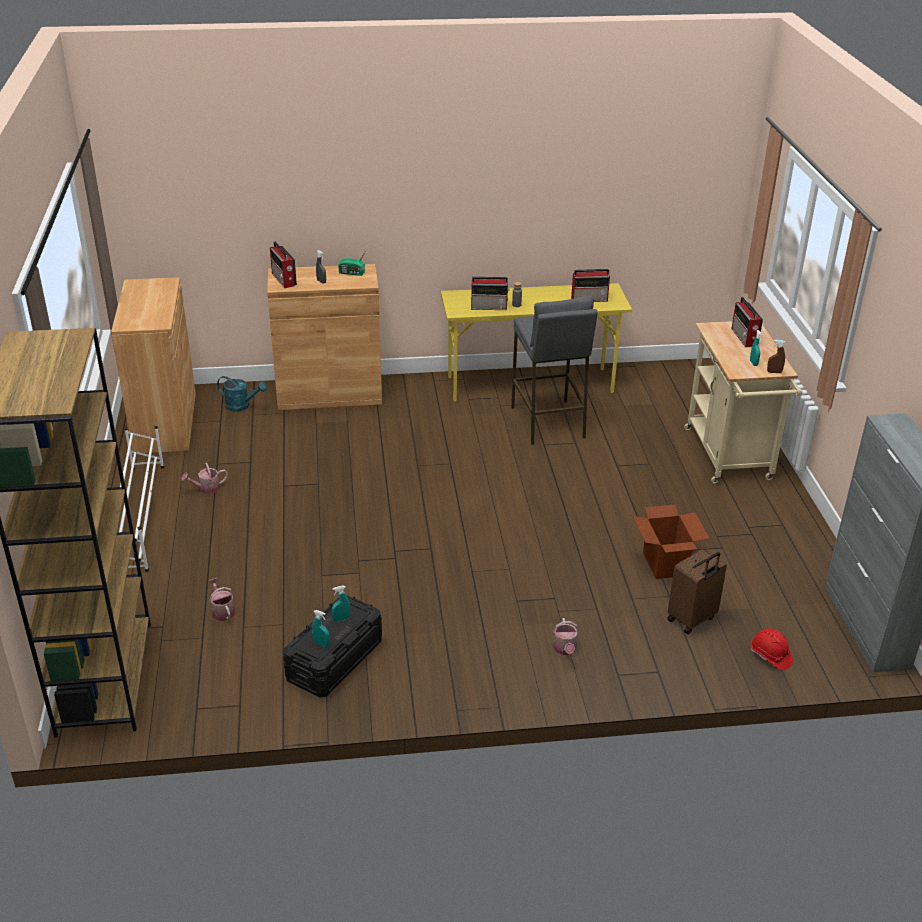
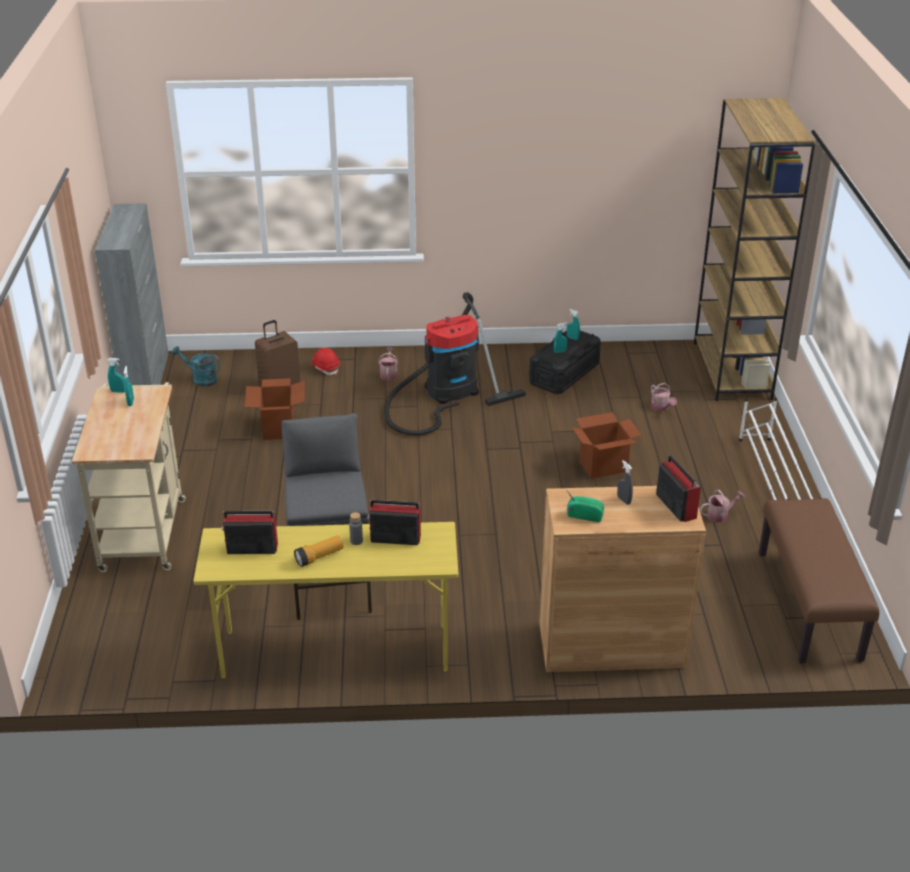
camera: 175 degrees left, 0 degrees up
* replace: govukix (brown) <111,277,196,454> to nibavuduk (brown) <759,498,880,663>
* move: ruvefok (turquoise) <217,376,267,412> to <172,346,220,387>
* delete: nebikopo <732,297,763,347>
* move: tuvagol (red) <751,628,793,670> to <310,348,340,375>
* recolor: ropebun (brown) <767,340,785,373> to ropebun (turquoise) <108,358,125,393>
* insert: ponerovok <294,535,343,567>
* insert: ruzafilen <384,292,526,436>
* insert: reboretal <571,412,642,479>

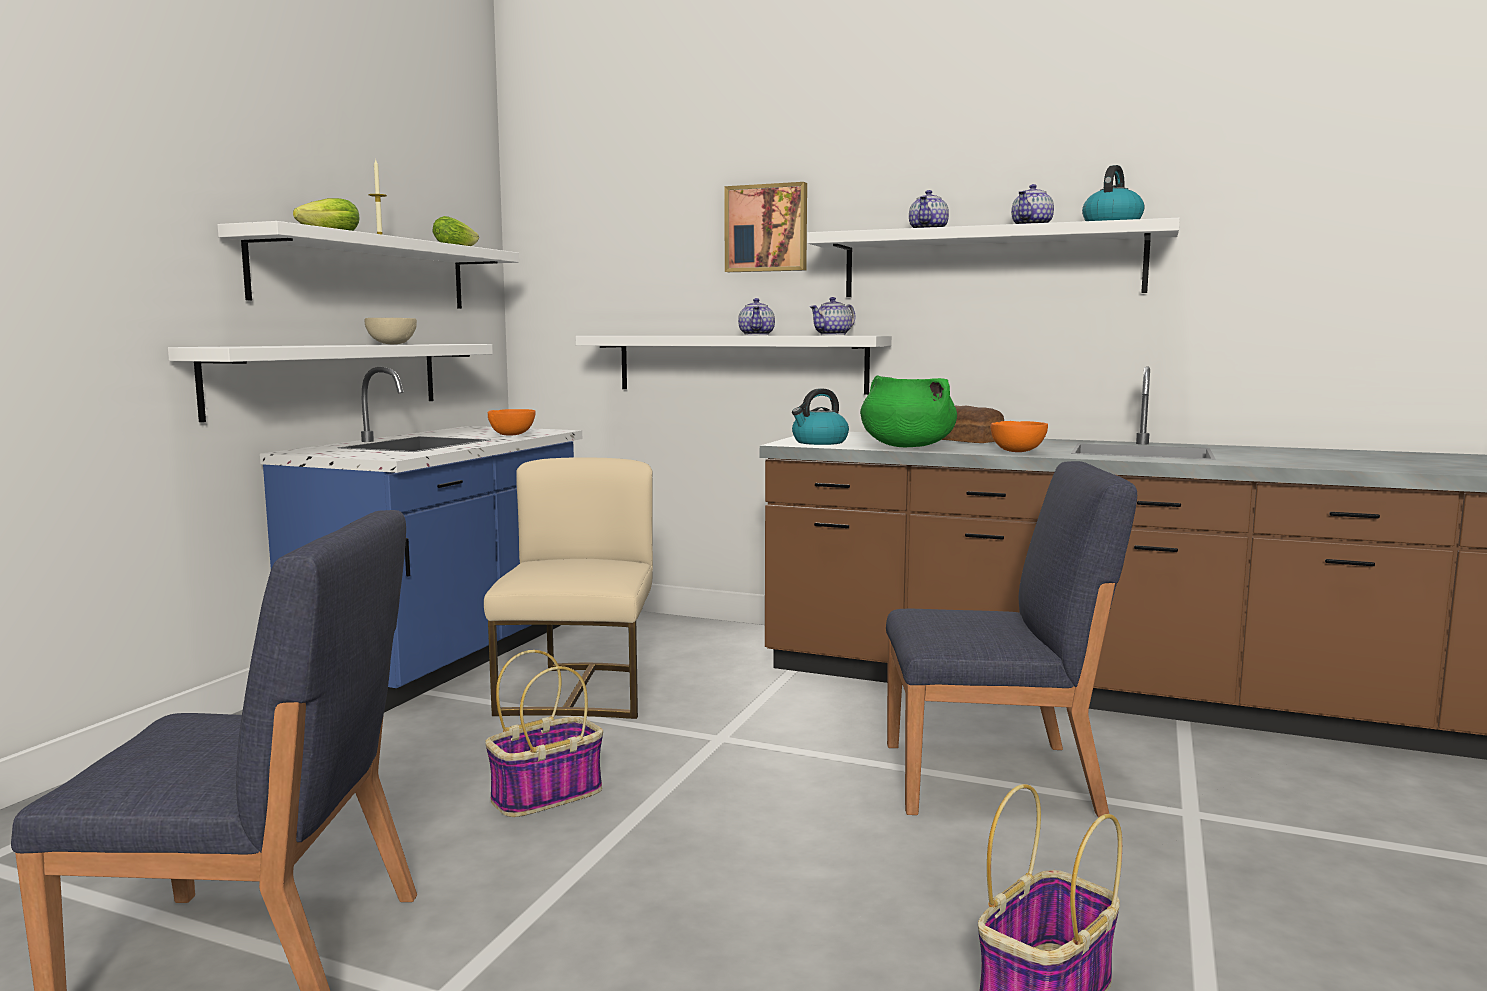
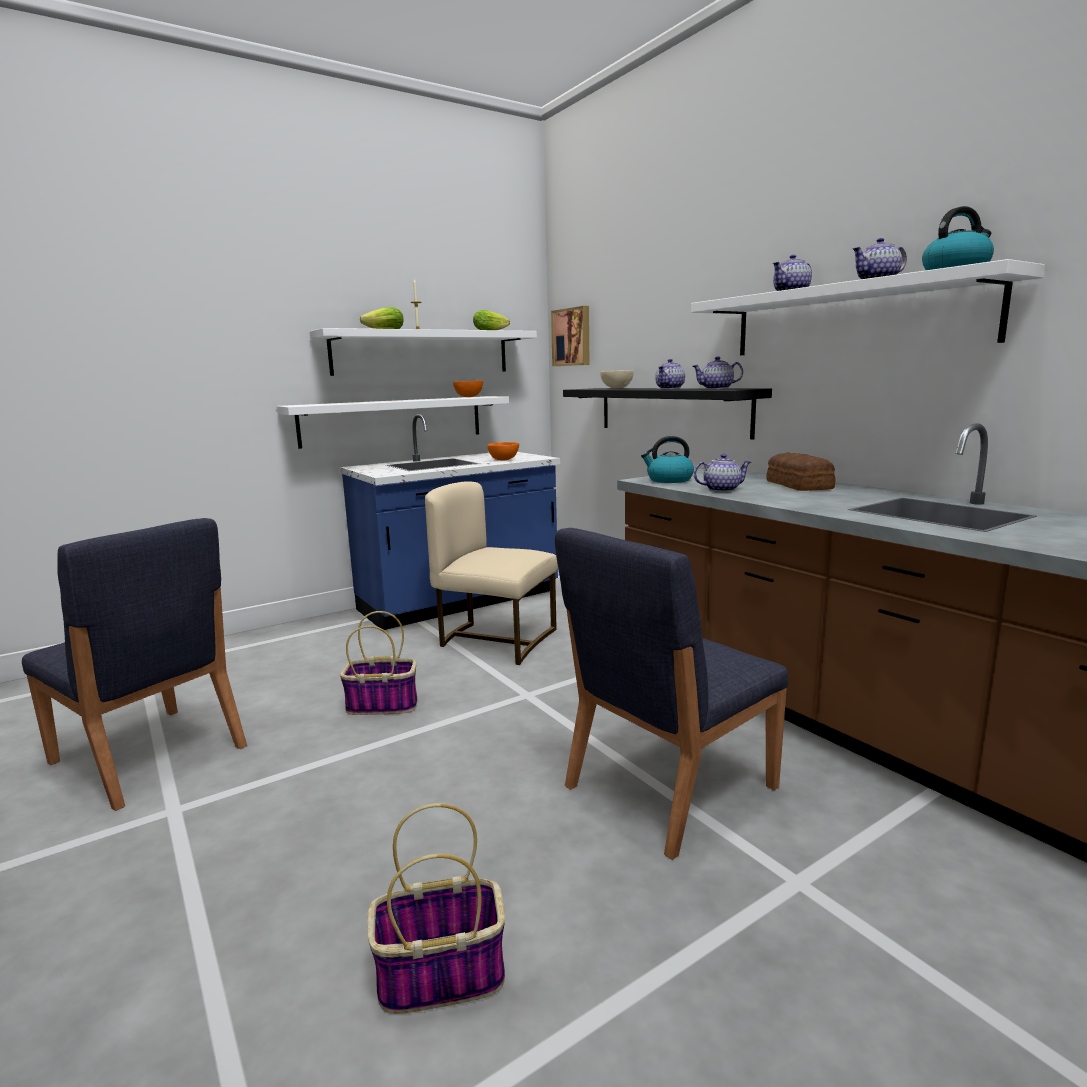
camera: 35 degrees right, 5 degrees up
* move: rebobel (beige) <365,318,417,344> to <600,370,634,389>
* rotate: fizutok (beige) <484,458,653,719> = <425,481,558,665> 105 degrees counterclockwise
* recolor: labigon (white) <576,336,892,395> to labigon (black) <563,388,772,439>
* move: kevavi <724,182,807,272> to <551,306,590,366>
* replace: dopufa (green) <860,375,957,447> to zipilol <694,454,751,492>
* rotate: fizutok (blue) <886,461,1137,818> = <555,528,789,860> 105 degrees clockwise
* move: rebobel (orange) <991,421,1048,452> to <453,380,483,397>

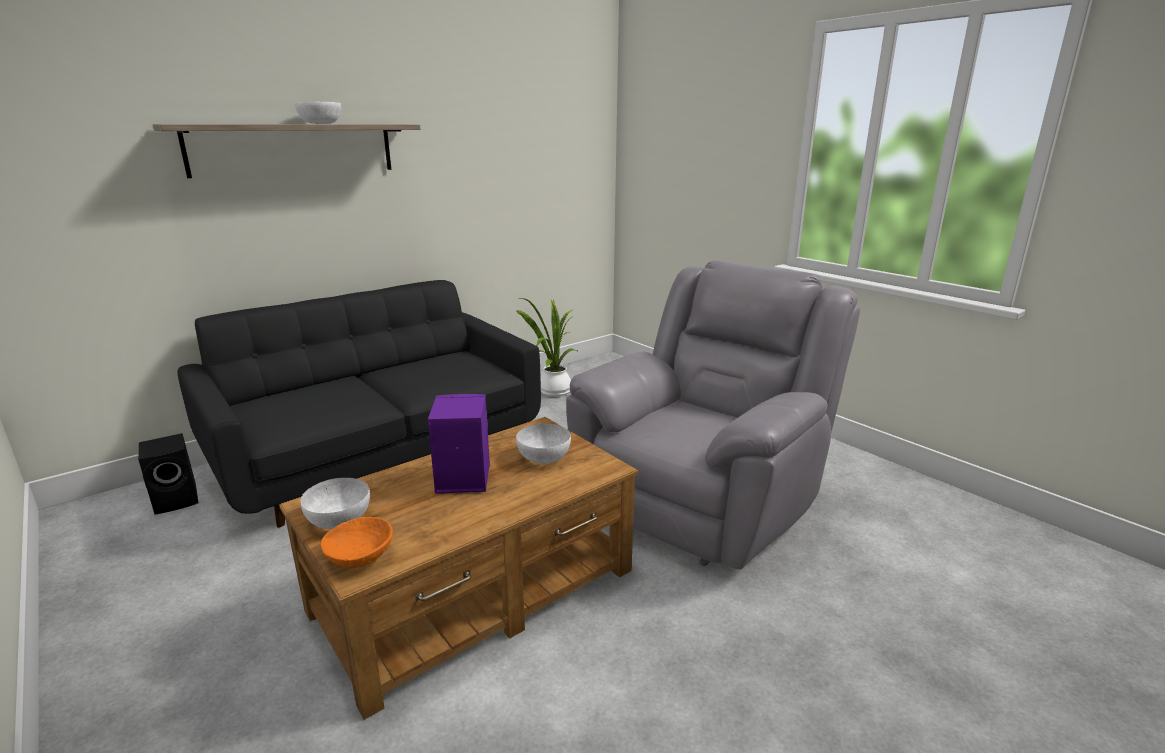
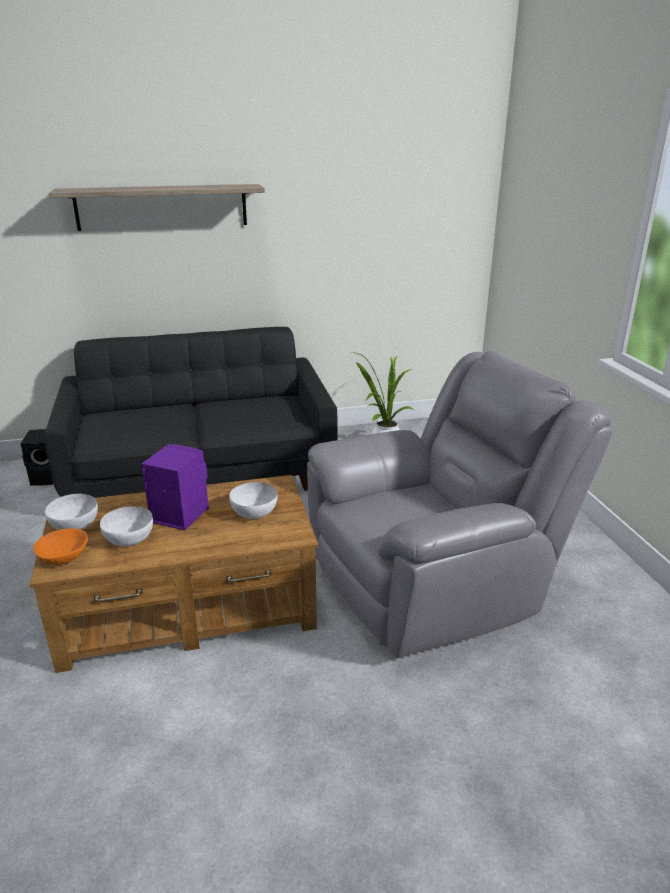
camera: 25 degrees right, 5 degrees up
* move: rebobel (white) <295,102,341,124> to <100,506,153,546>

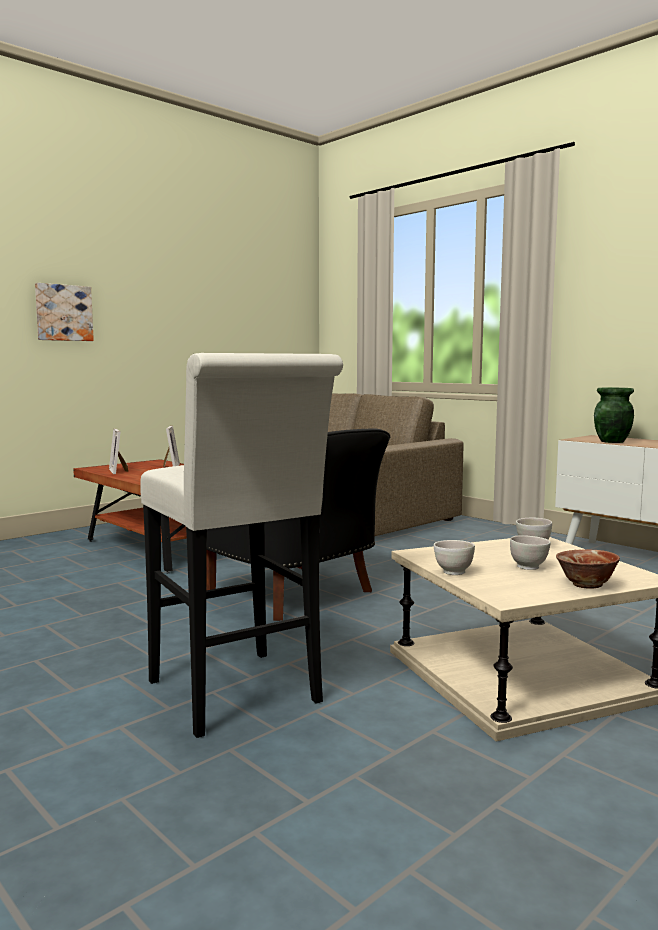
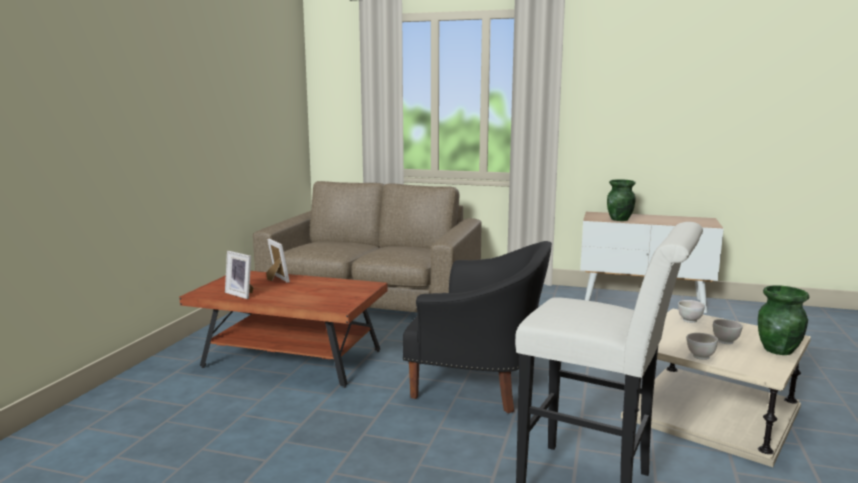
camera: 30 degrees left, 5 degrees up
* delete: kevavi <35,283,94,341>
* replace: rebobel <556,549,620,589> to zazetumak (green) <758,285,809,355>

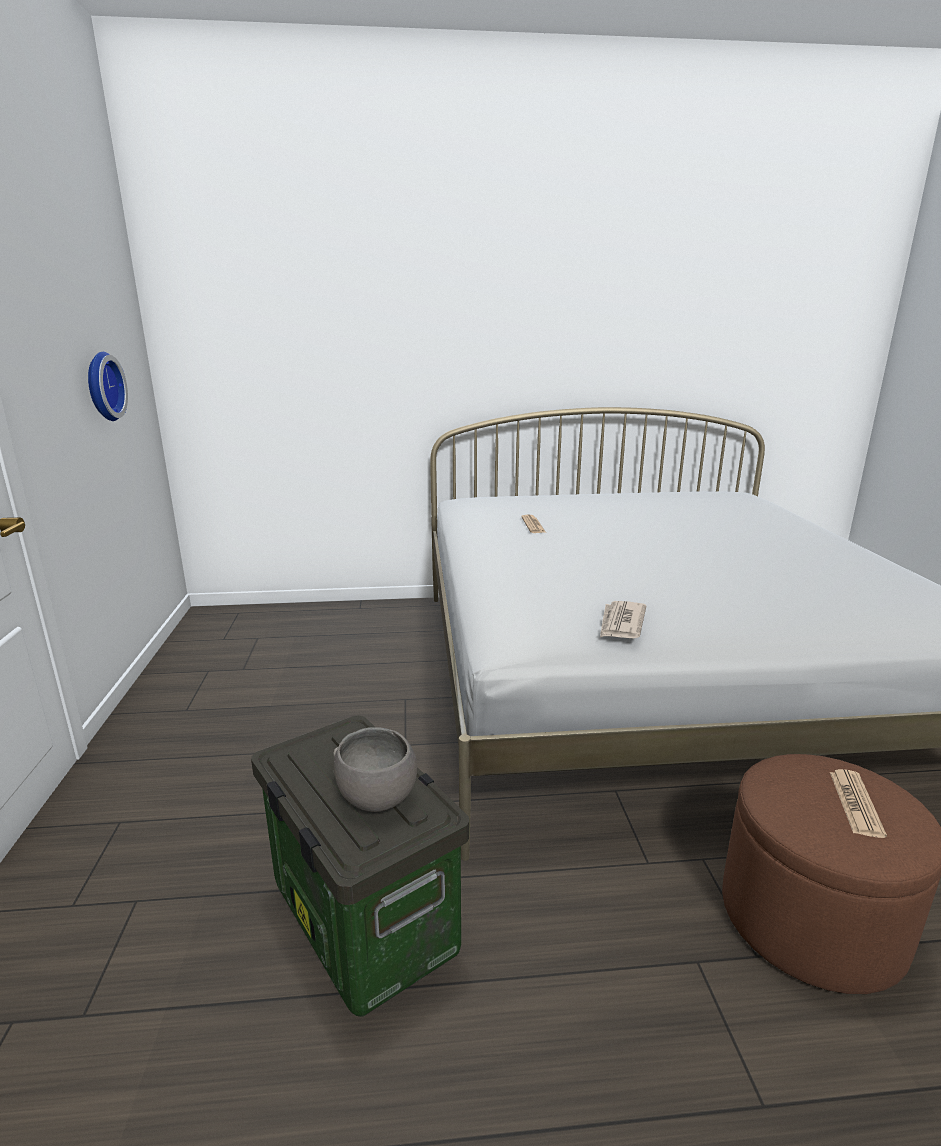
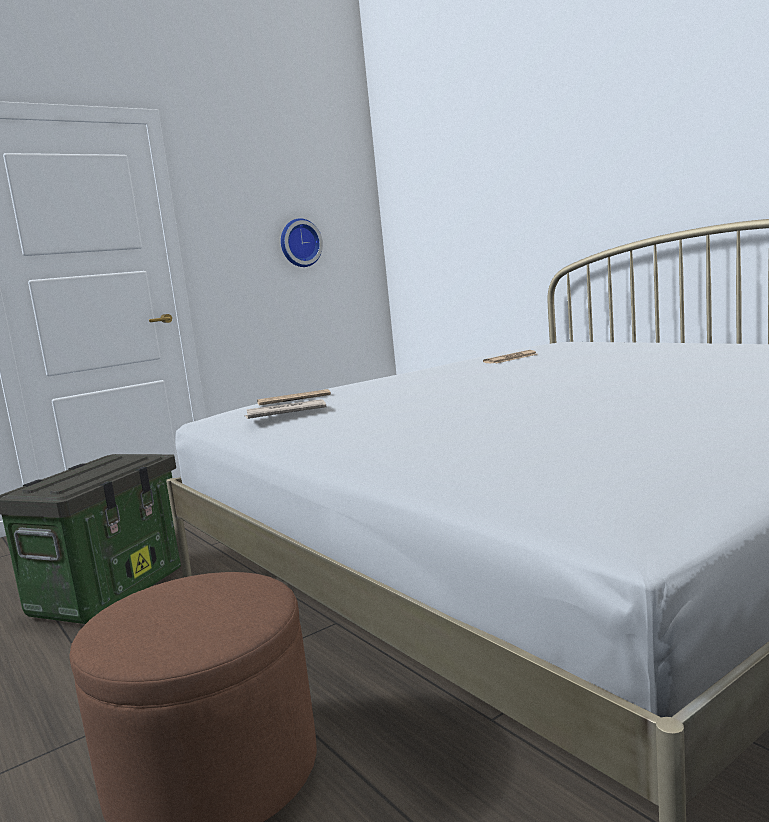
camera: 60 degrees right, 10 degrees down
* delete: rebobel (grey) <333,727,417,812>
* move: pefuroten <830,769,887,838> to <257,389,331,406>

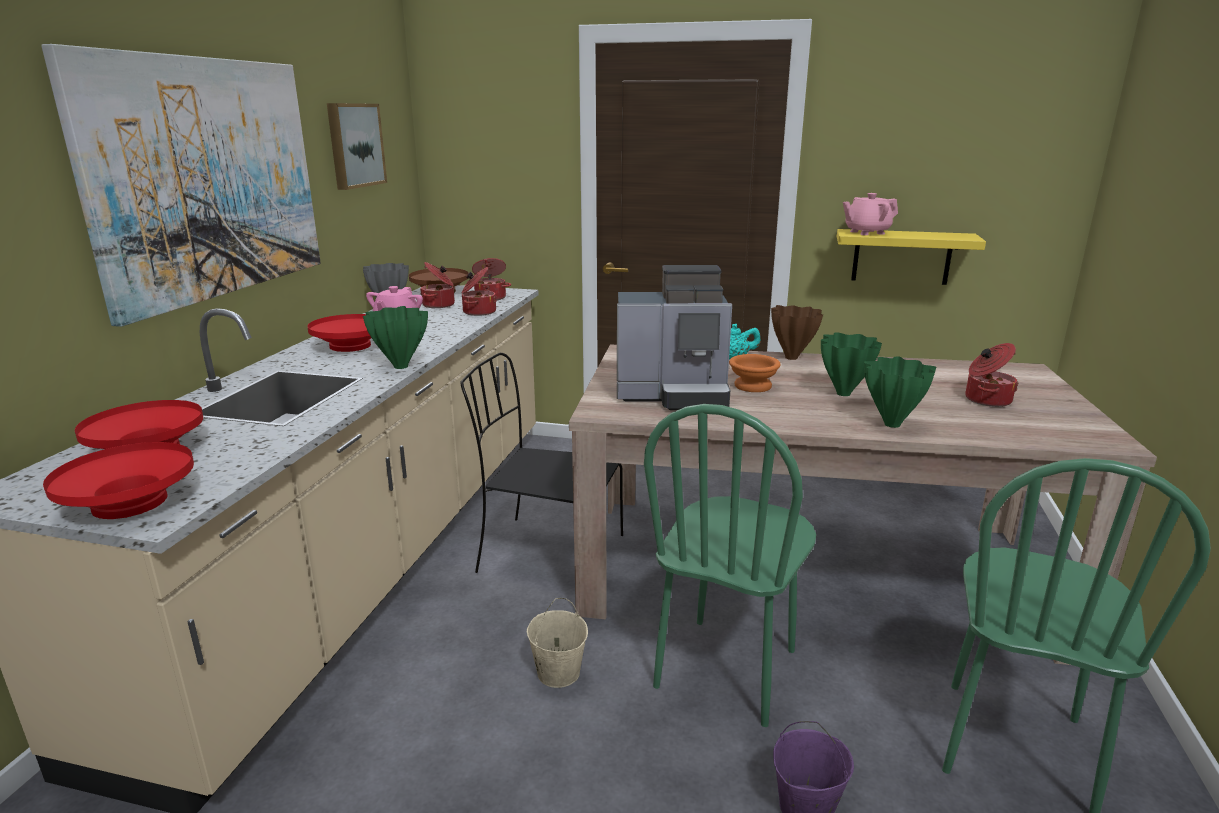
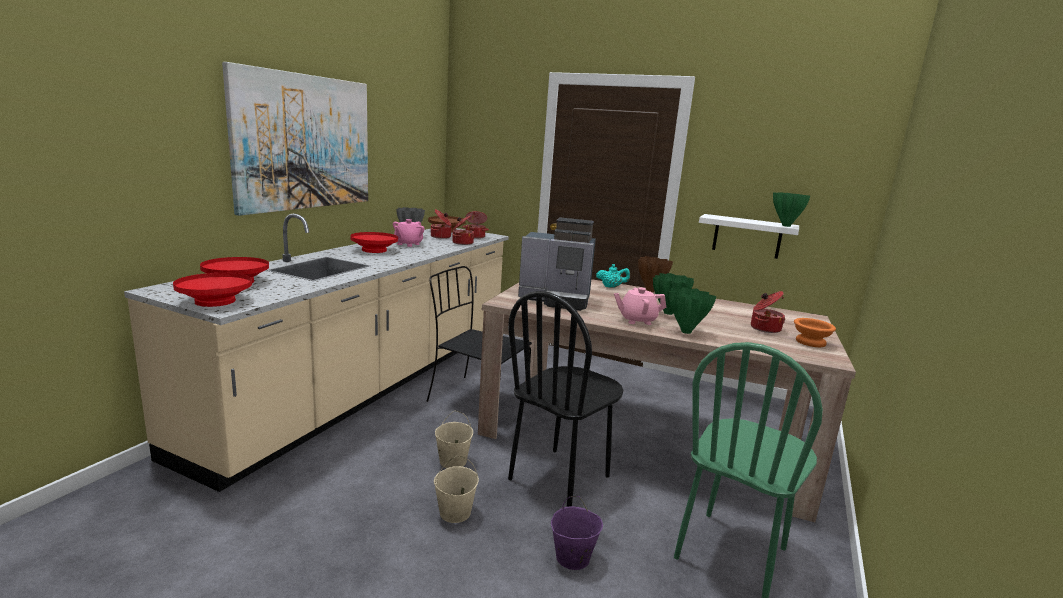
camera: 10 degrees right, 5 degrees down
* delete: kevavi <327,103,387,190>
* move: zazetumak (green) <363,306,428,369> to <773,192,810,227>
* recolor: fizutok (green) <644,404,816,727> to fizutok (black) <508,291,623,507>
* move: rebobel (orange) <729,354,781,392> to <794,318,836,347>
* recolor: labigon (yellow) <837,229,986,285> to labigon (white) <699,214,799,259>
* move: zipilol (pink) <843,193,898,235> to <614,287,666,325>
* insert: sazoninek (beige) <434,455,479,523>

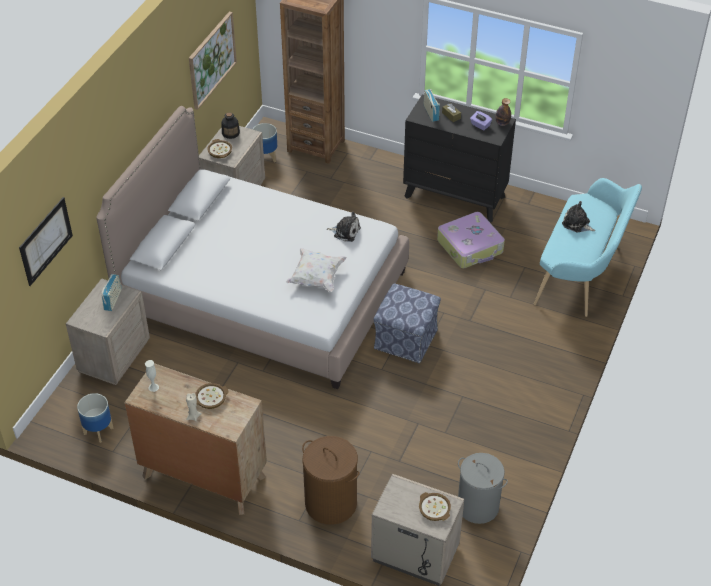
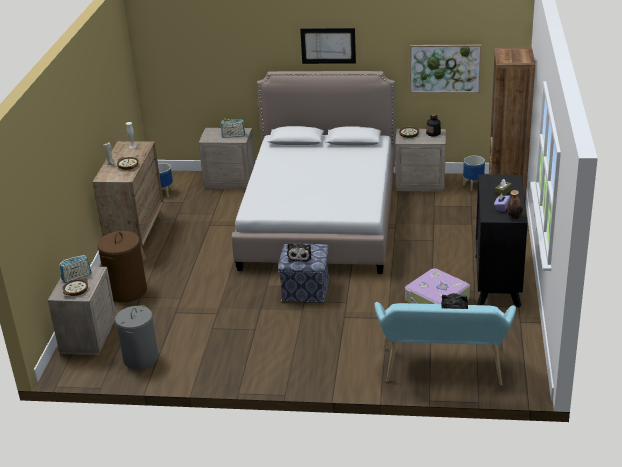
camera: 75 degrees right, 15 degrees down
* move: kevavi <19,197,73,286> to <300,28,356,64>
* delete: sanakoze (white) <286,248,347,292>
* move: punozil <327,212,361,242> to <287,243,311,262>
* move: nebikopo <424,89,440,122> to <59,255,91,283>

